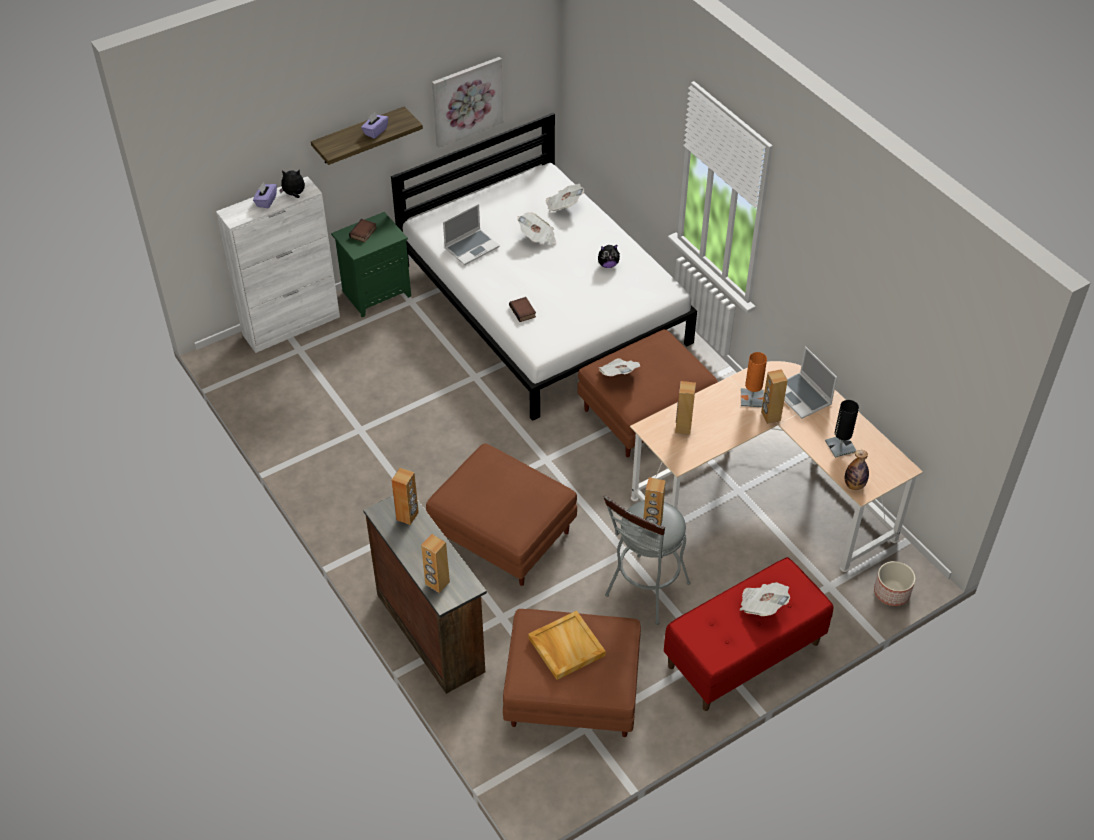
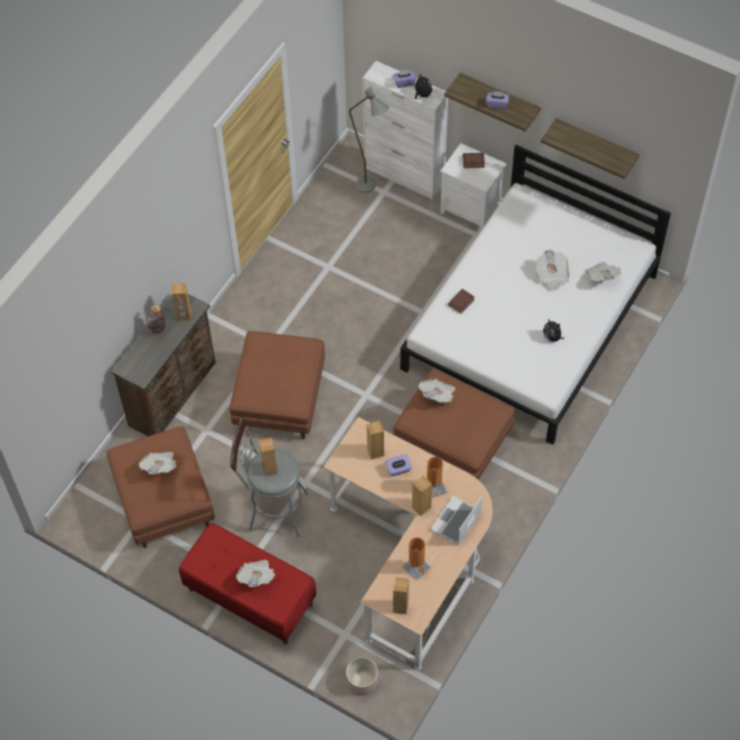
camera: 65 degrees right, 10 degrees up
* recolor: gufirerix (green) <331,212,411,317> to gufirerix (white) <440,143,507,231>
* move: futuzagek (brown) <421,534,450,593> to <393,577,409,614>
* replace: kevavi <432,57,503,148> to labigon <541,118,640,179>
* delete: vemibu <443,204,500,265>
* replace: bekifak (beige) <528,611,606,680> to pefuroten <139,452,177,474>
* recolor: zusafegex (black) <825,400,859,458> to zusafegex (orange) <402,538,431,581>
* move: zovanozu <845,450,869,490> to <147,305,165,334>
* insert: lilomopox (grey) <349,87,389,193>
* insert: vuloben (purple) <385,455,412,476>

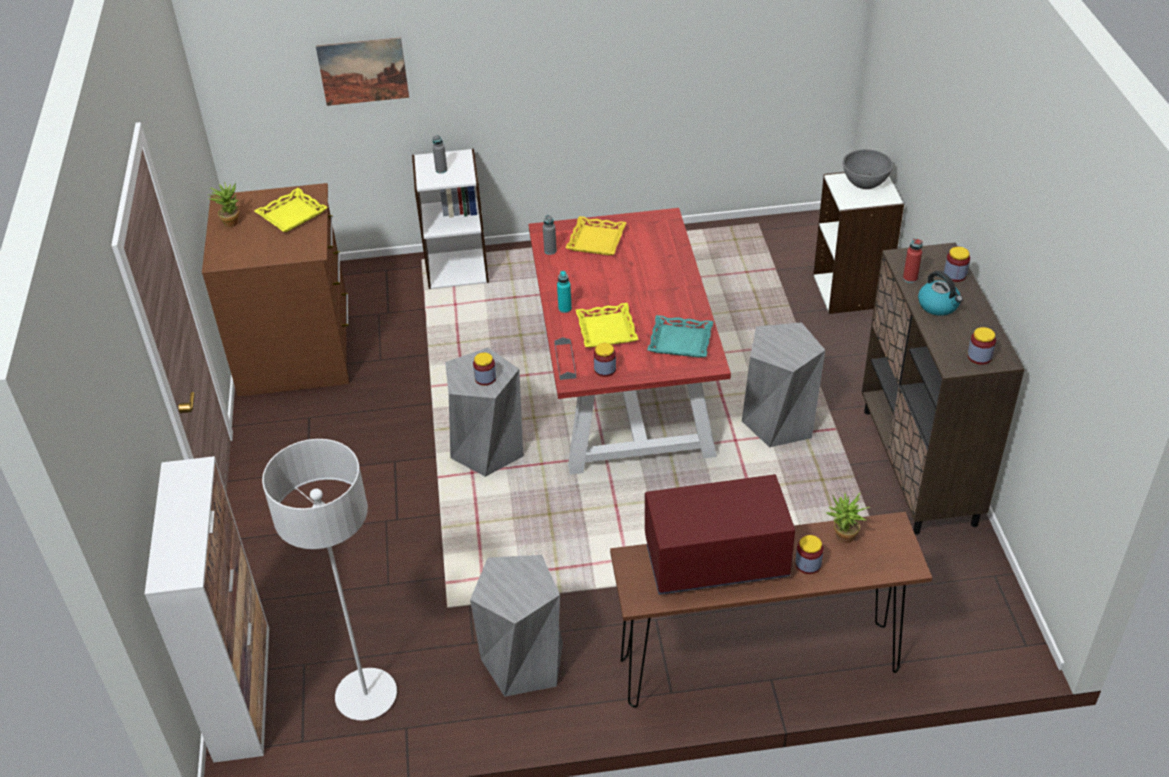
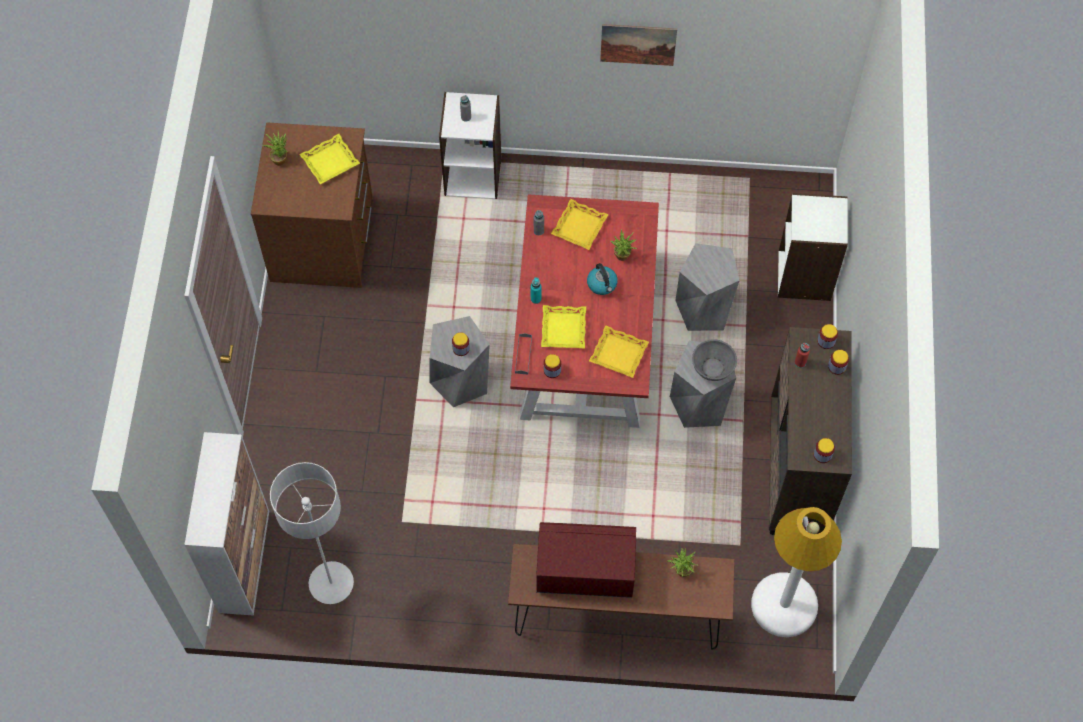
camera: 10 degrees right, 20 degrees up
* move: kevavi <316,37,409,106> to <600,24,677,66>
* move: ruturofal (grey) <470,555,563,697> to <675,243,740,331>
* recolor: bekifak (turquoise) <647,315,714,358> to bekifak (yellow) <589,325,649,378>
* move: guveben <795,535,823,574> to <817,324,838,349>
* move: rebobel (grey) <843,149,893,189> to <692,339,737,381>
* move: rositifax <918,271,963,316> to <587,263,618,295>
* insert: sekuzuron <611,229,638,261>
* insert: lilomopox (white) <751,507,842,637>

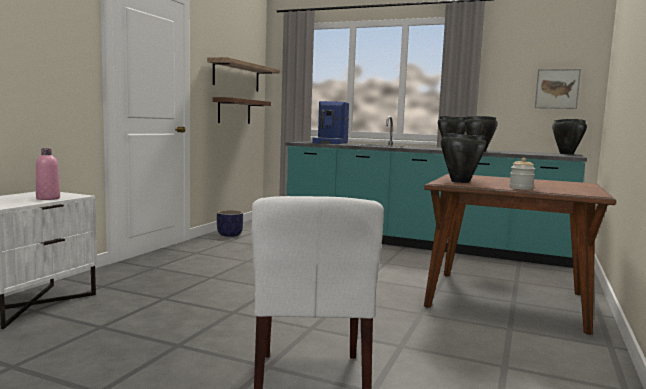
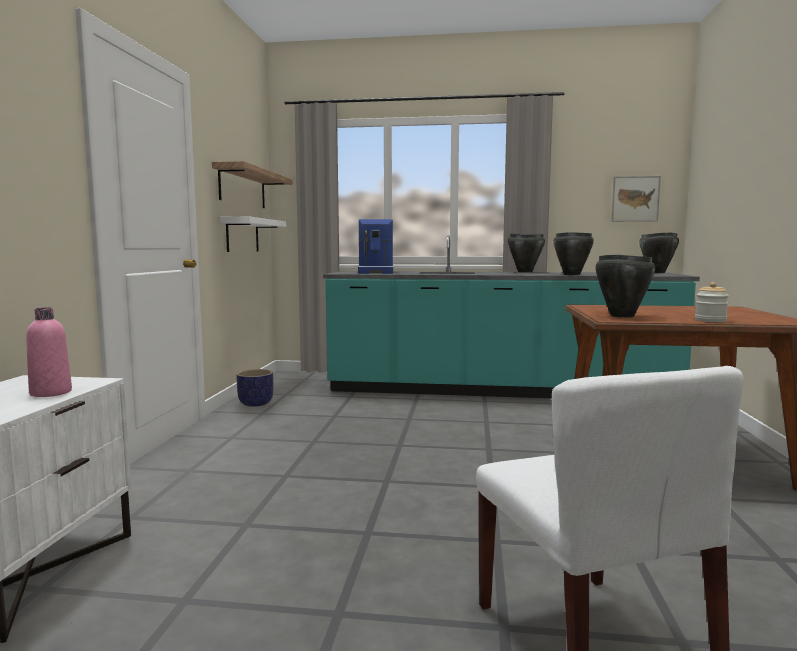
camera: 15 degrees left, 0 degrees up
* recolor: labigon (brown) <213,97,271,124> to labigon (white) <220,217,286,252>

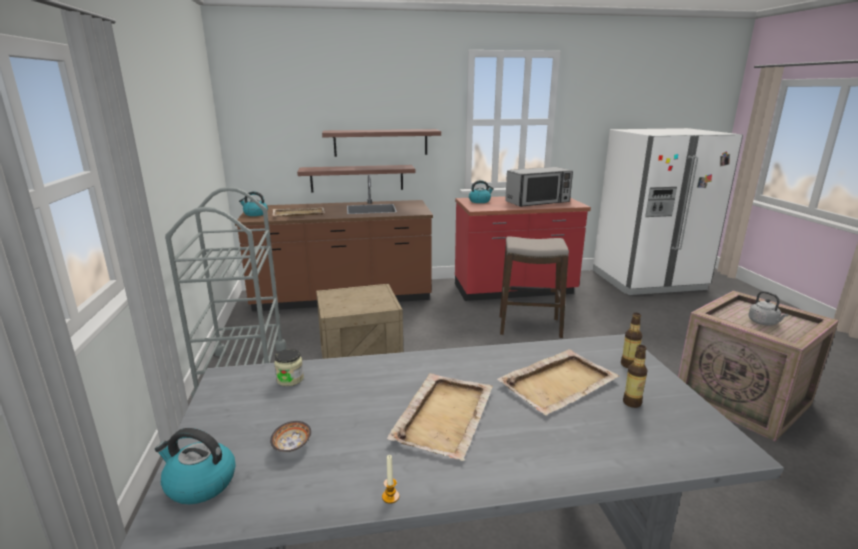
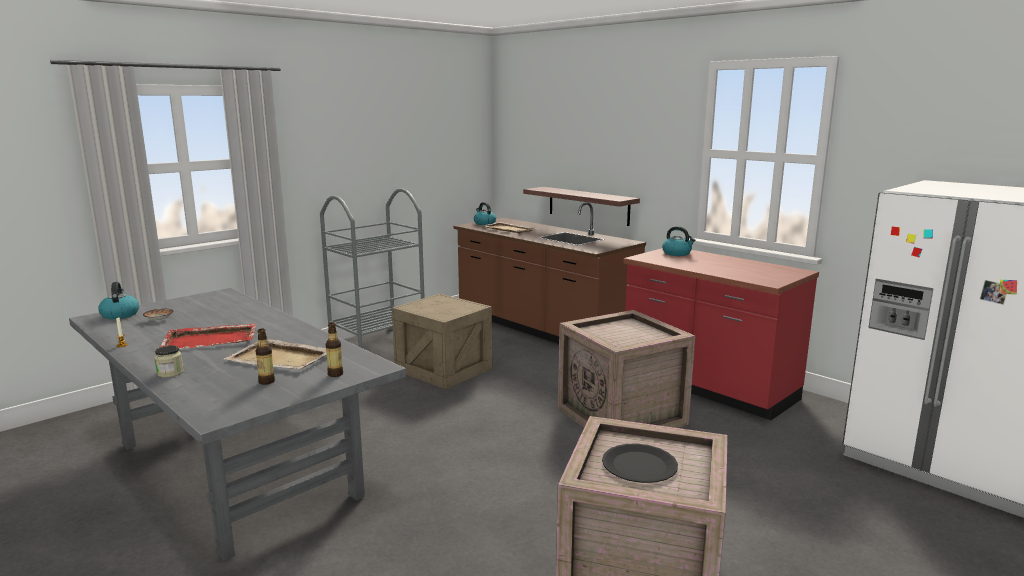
camera: 55 degrees right, 5 degrees down
* move: guveben <274,349,304,386> to <154,346,184,378>
* delete: labigon <322,129,441,157>
* recolor: bekifak (beige) <387,373,493,461> to bekifak (red) <160,323,257,349>
* replace: ruturofal <499,236,569,338> to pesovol <558,310,695,428>
* delete: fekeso <505,167,573,207>
* replace: rositifax (grey) <748,291,789,326> to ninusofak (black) <602,444,678,483>

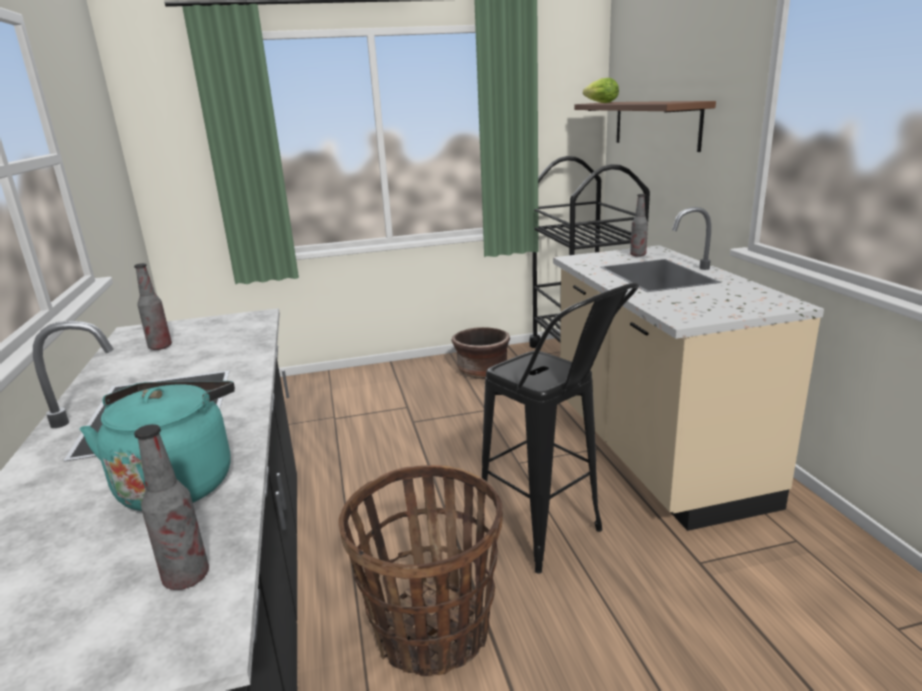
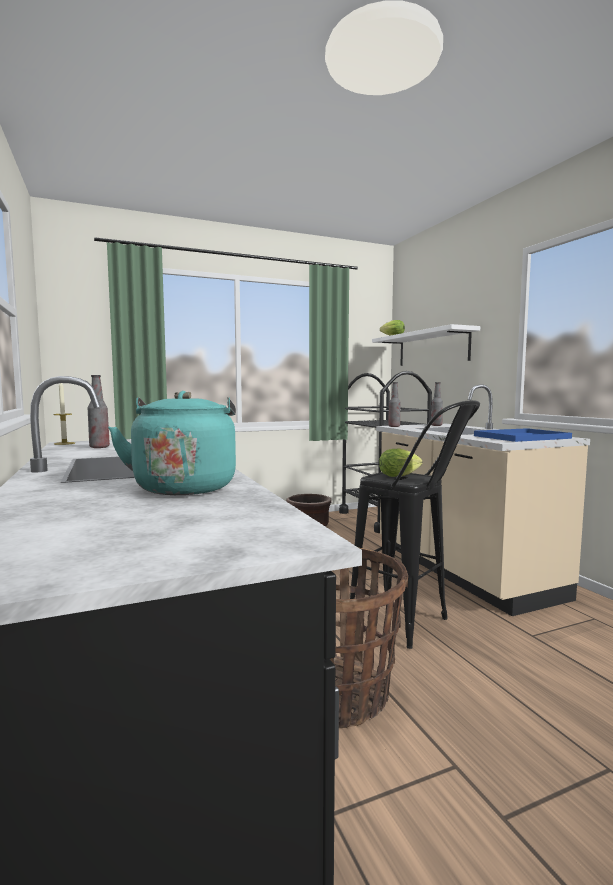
camera: 10 degrees left, 15 degrees down
* move: zovanozu <134,424,209,590> to <388,382,401,427>
* recolor: labigon (brown) <574,101,716,152> to labigon (white) <372,324,480,366>
* insert: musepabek <53,383,75,445>
* insert: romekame <379,449,422,477>
* insert: bekifak (blue) <474,428,572,442>

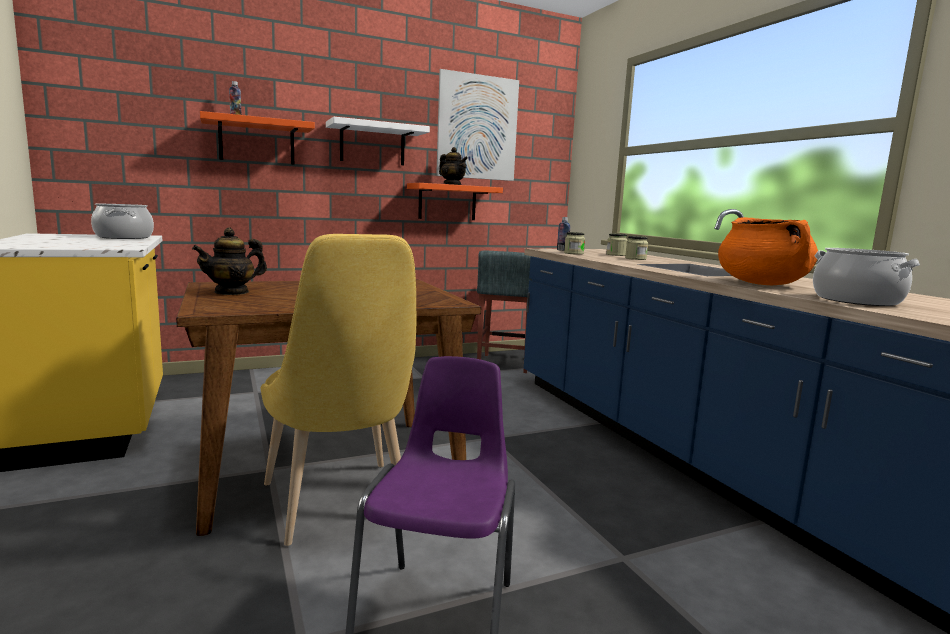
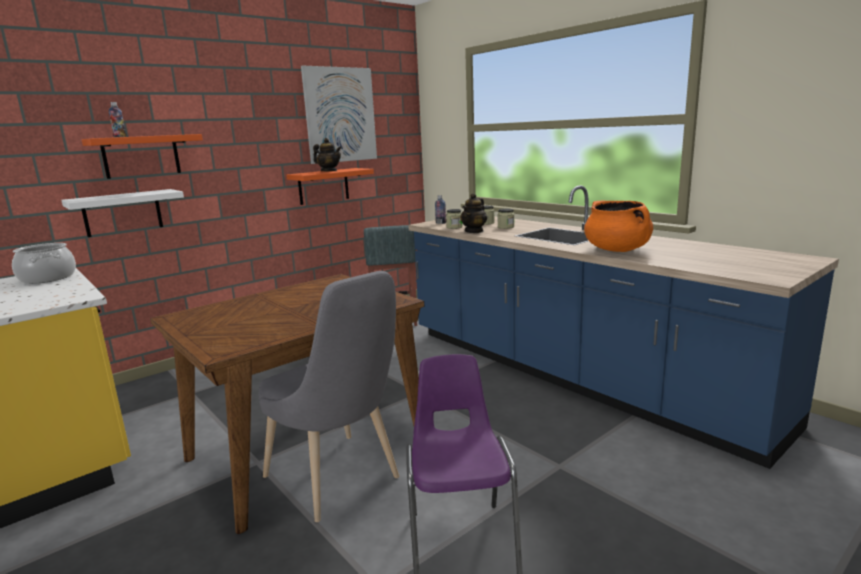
camera: 15 degrees left, 5 degrees up
* move: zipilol <192,228,267,295> to <460,193,487,233>
* recolor: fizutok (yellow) <261,234,416,546> to fizutok (grey) <258,271,399,522>
* move: labigon (white) <326,117,430,165> to <61,189,184,237>
* delete: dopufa <813,248,920,306>

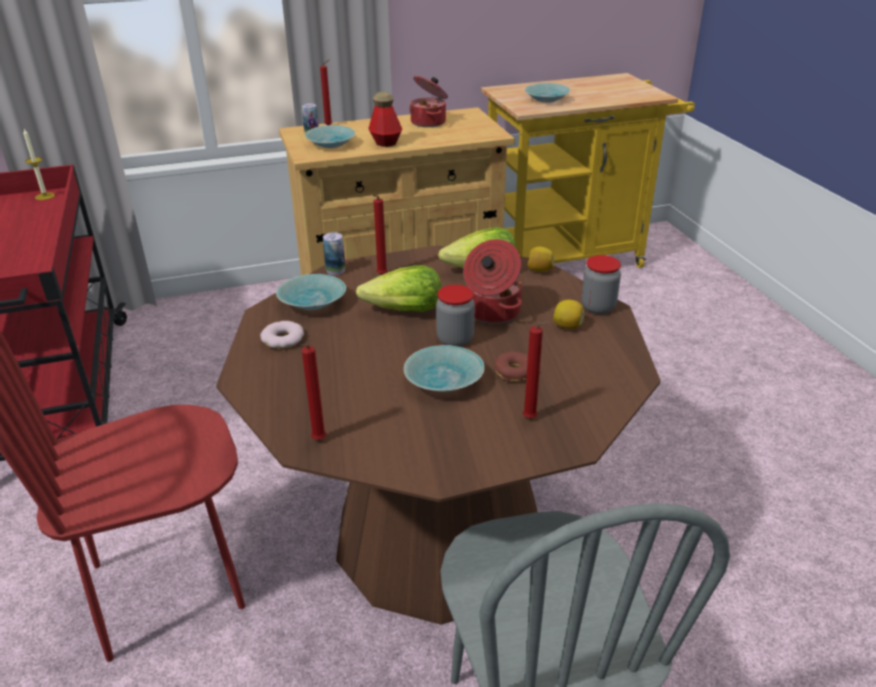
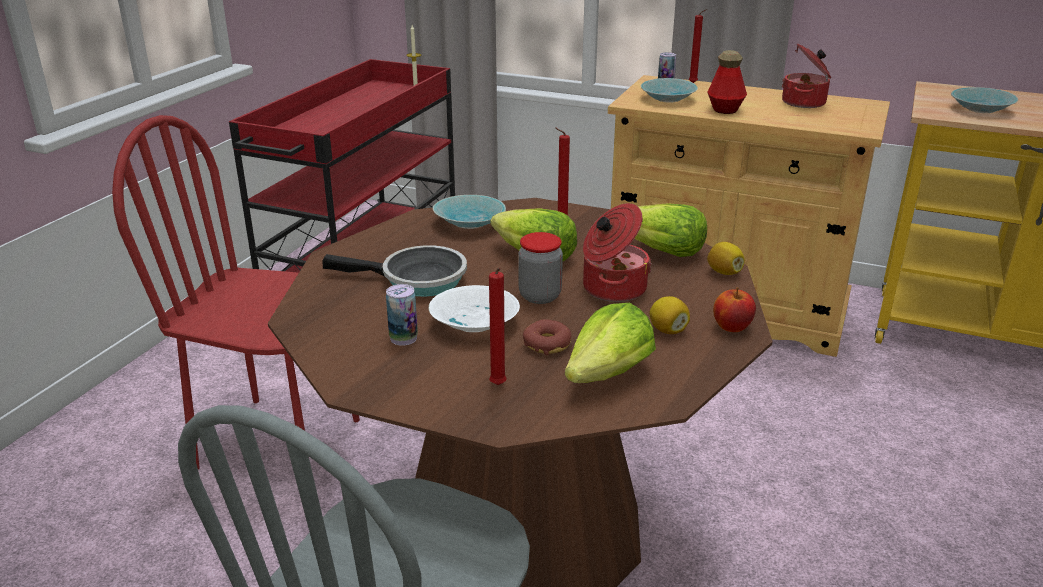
camera: 40 degrees right, 5 degrees down
* delete: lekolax <260,321,304,349>
* delete: musepabek (red) <299,345,326,440>
* move: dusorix <323,232,345,275> to <386,284,418,346>
* recolor: rebobel (turquoise) <404,345,485,392> to rebobel (white) <429,285,520,332>
* replace: guveben <581,255,621,314> to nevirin <713,287,756,332>
* insert: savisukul <323,245,467,297>
* insert: romekame <565,303,656,383>

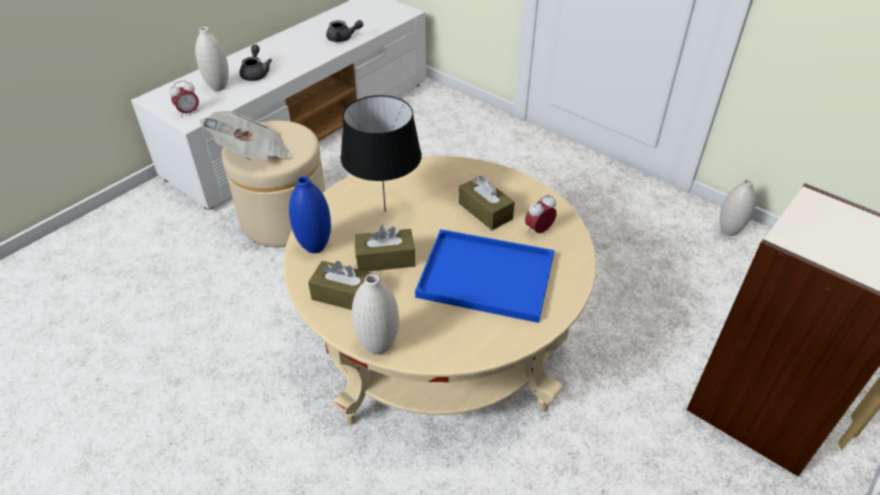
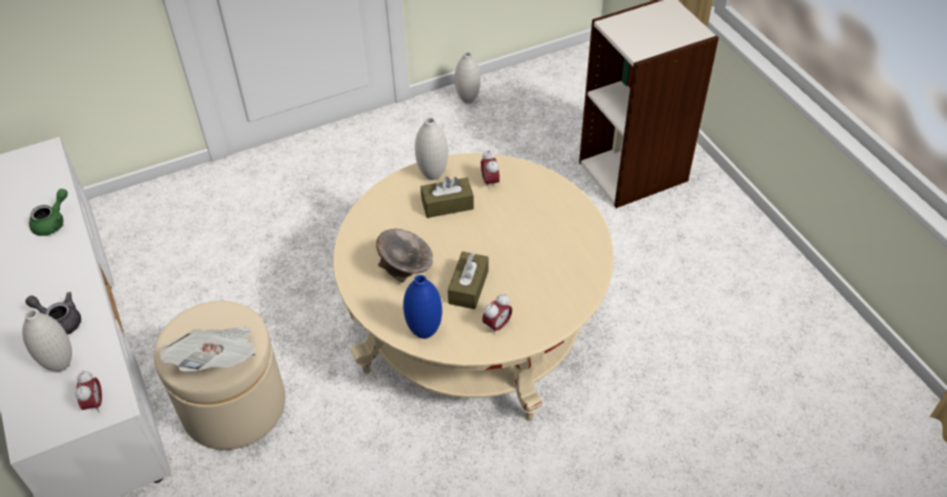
camera: 65 degrees left, 5 degrees up
* replace: vuloben (brown) <308,261,377,310> to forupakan <482,294,512,335>
* recolor: zipilol (grey) <326,20,363,42> to zipilol (green) <29,189,68,236>
* replace: zusafegex (black) <341,95,422,212> to rebobel (grey) <376,229,433,282>
* move: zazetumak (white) <352,274,399,355> to <415,117,448,180>
* delete: bekifak (blue) <415,229,555,323>

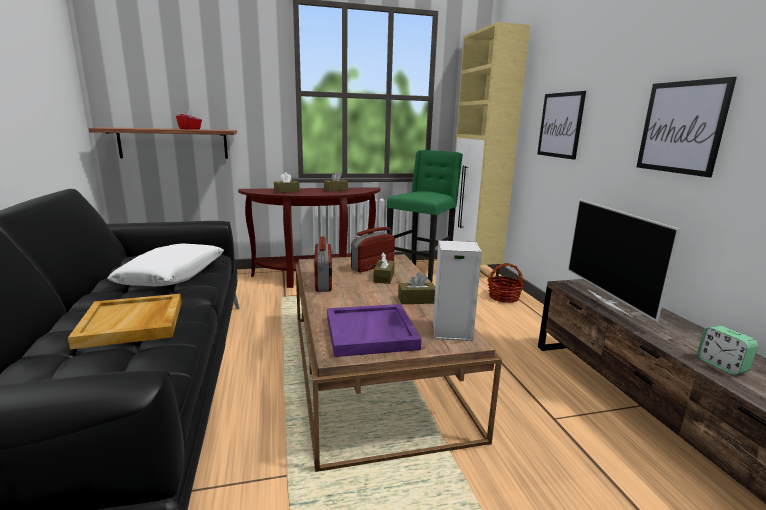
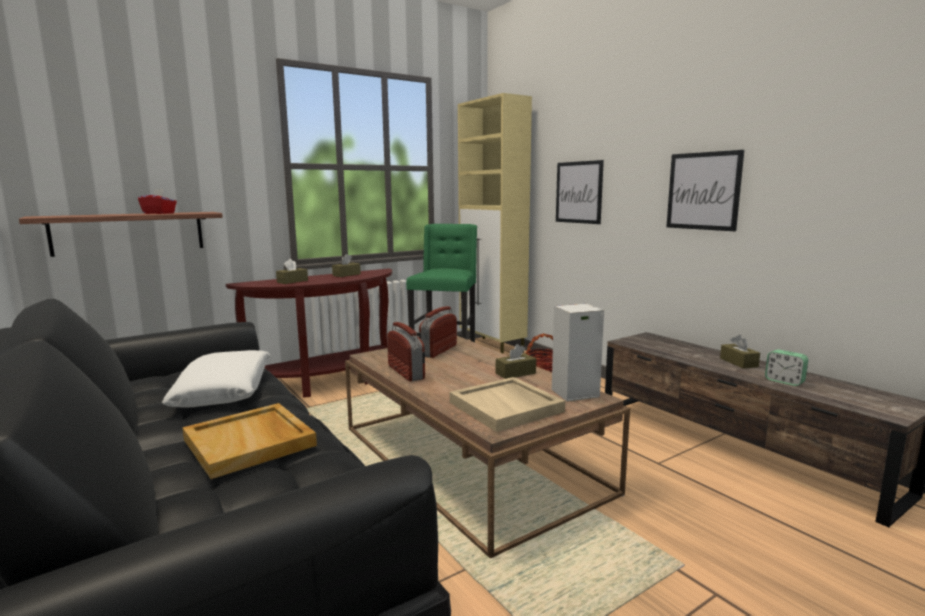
camera: 20 degrees left, 5 degrees down
* recolor: bekifak (purple) <327,304,421,357> to bekifak (beige) <449,377,565,432>
* move: vuloben (brown) <373,252,395,284> to <720,335,760,369>
* delete: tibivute <568,199,680,322>

